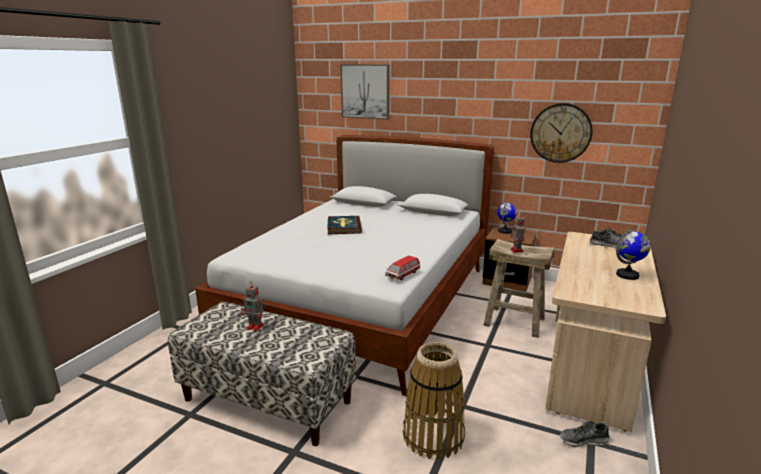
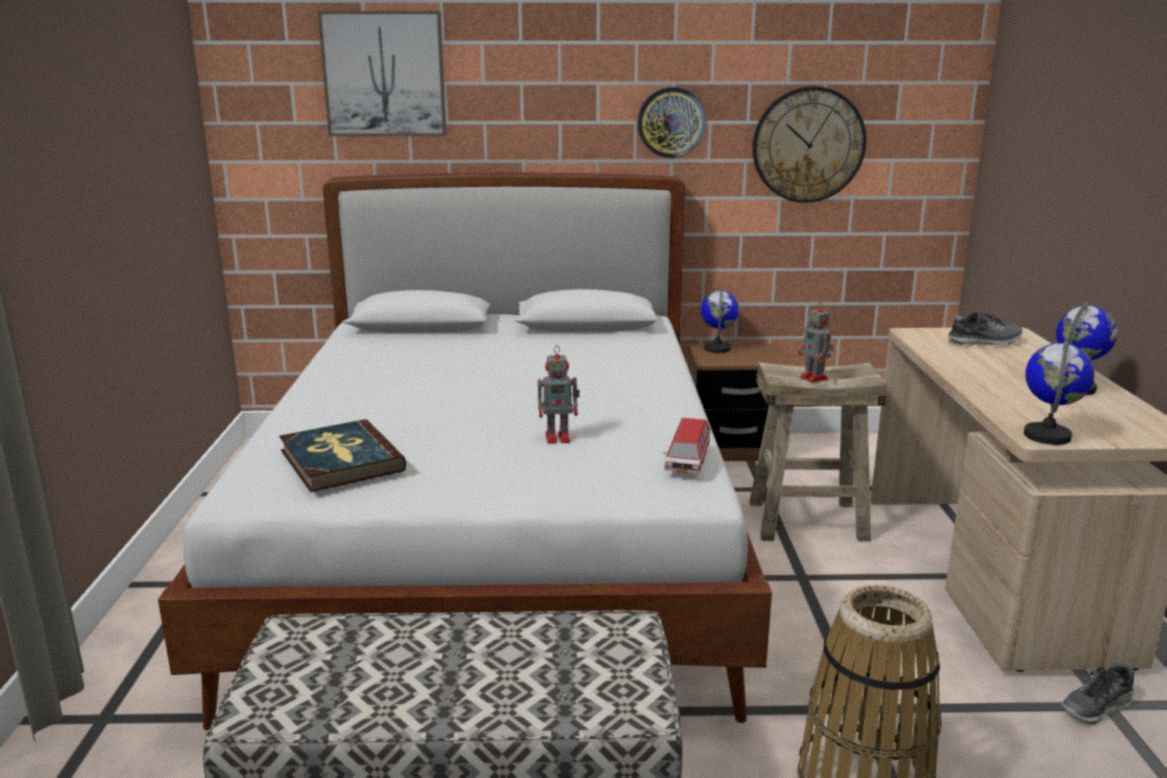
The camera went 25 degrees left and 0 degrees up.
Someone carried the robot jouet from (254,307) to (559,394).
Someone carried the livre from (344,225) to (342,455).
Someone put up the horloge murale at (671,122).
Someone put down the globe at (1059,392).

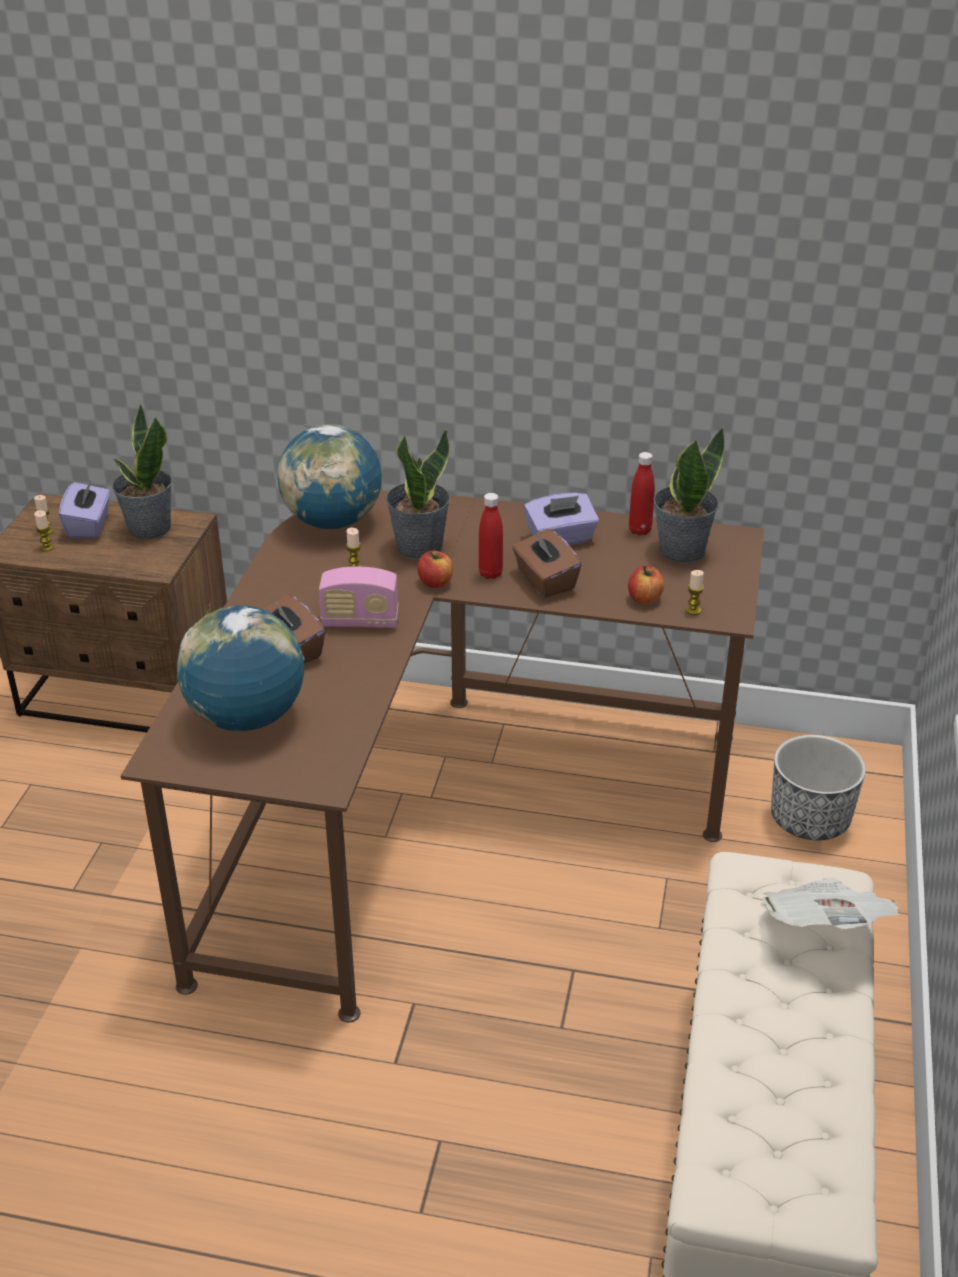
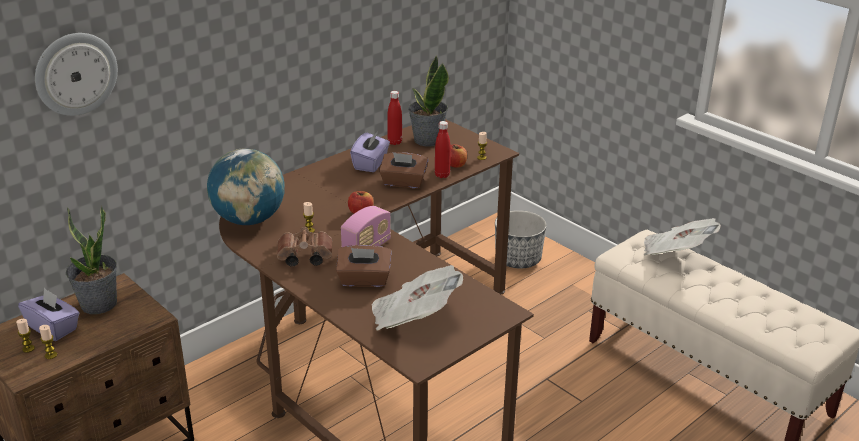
The camera went 55 degrees left and 5 degrees down.
Someone swapped the globe at (240,668) for the journal at (417,297).
Someone took away the plante en pot at (418,494).
Someone carried the bouteille [rouge] from (491,536) to (443,149).
Someone put up the horloge murale at (76,74).
Someone put down the jumelles [marron] at (305,247).

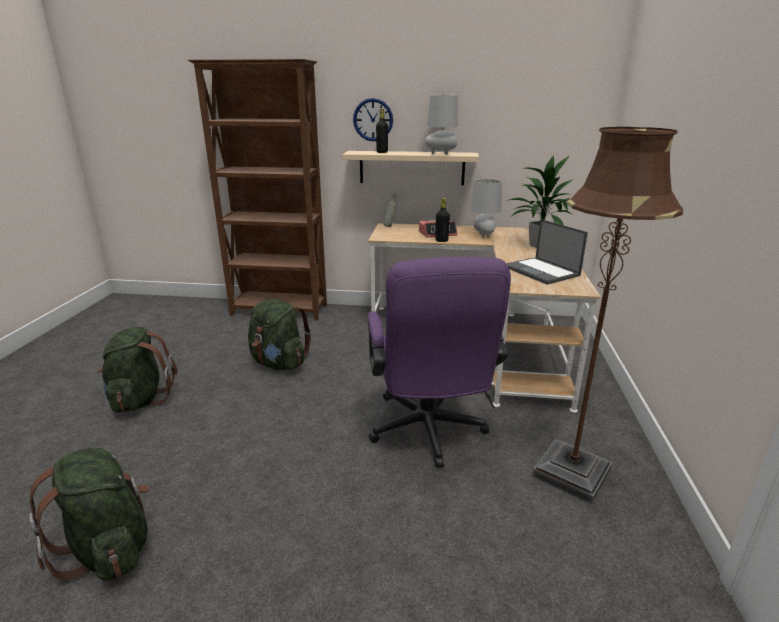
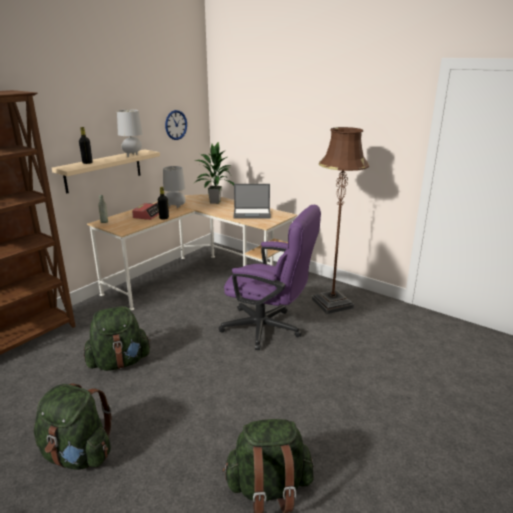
The camera went 60 degrees left and 0 degrees up.
Someone carried the horloge murale from (373,119) to (176,125).

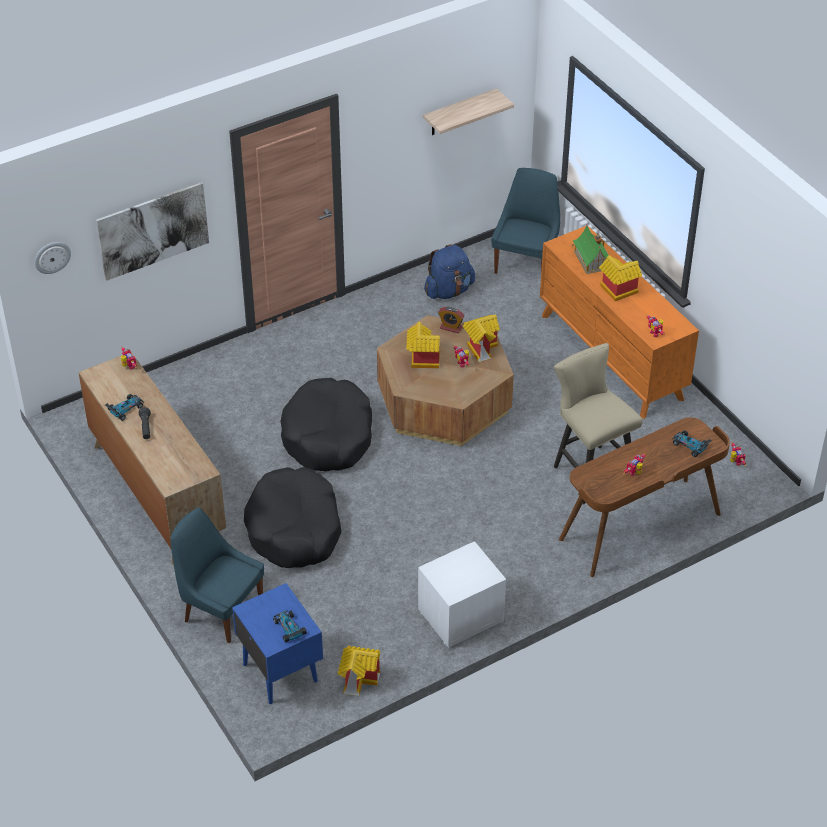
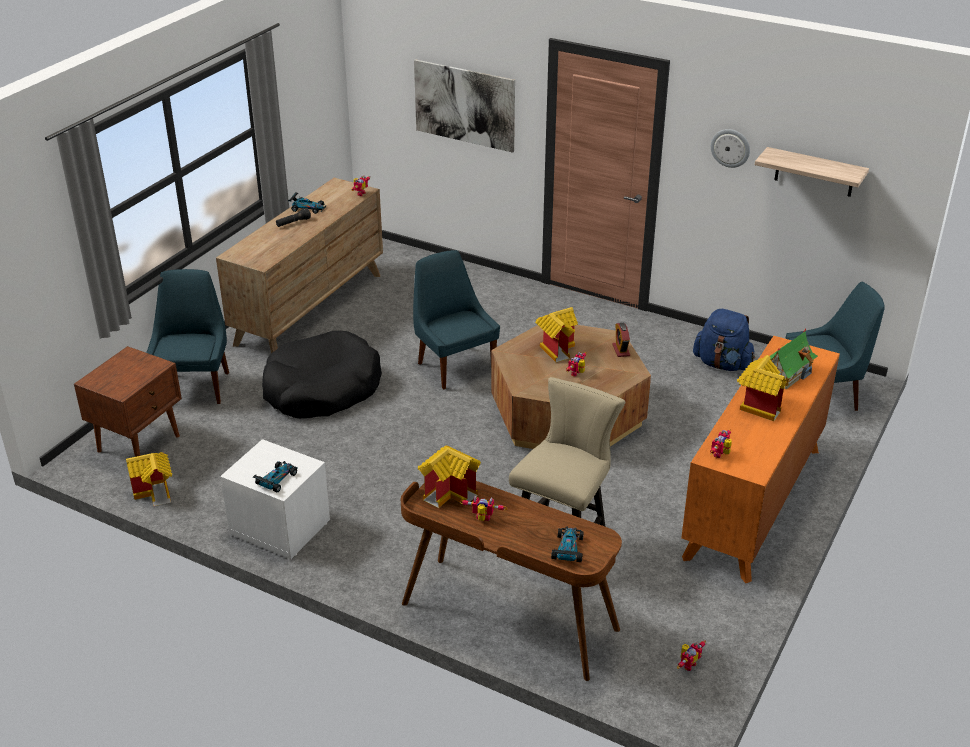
The camera went 60 degrees right and 10 degrees down.
Someone carried the horloge murale from (53,258) to (730,148).
Someone repainted the table de chevet [bleu] at (277,643), which became the table de chevet [marron] at (128,401).
Someone carried the petite voiture from (290,626) to (275,477).
Someone swapped the panier pour chien [noir] at (326,425) for the chaise [bleu] at (456,320).
Someone carried the maison miniature from (481,338) to (449,477).

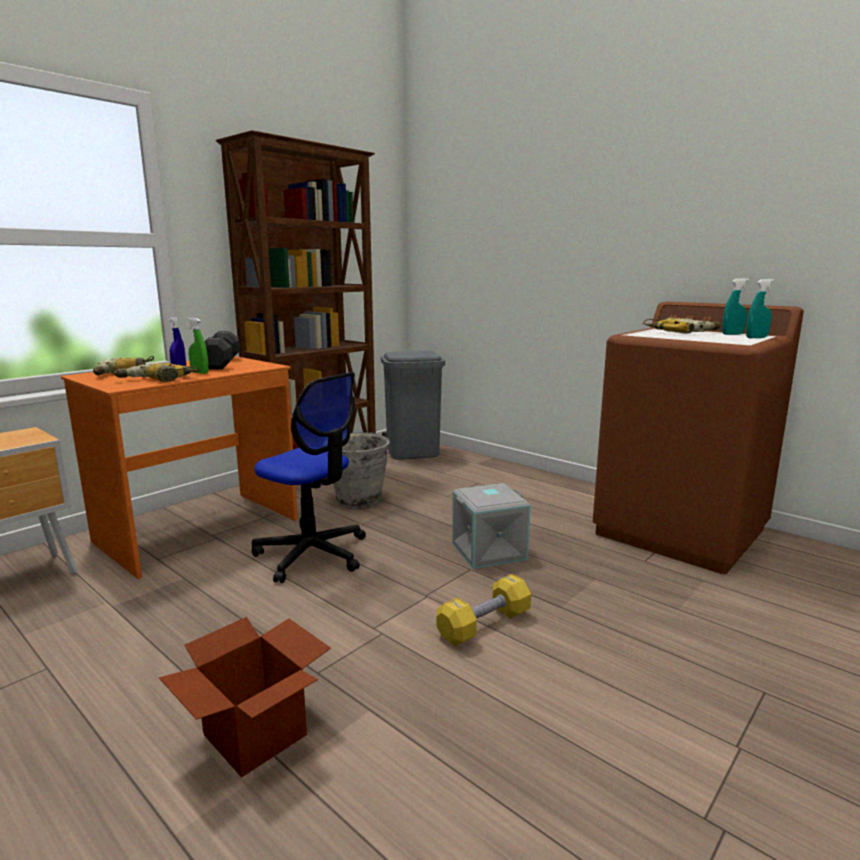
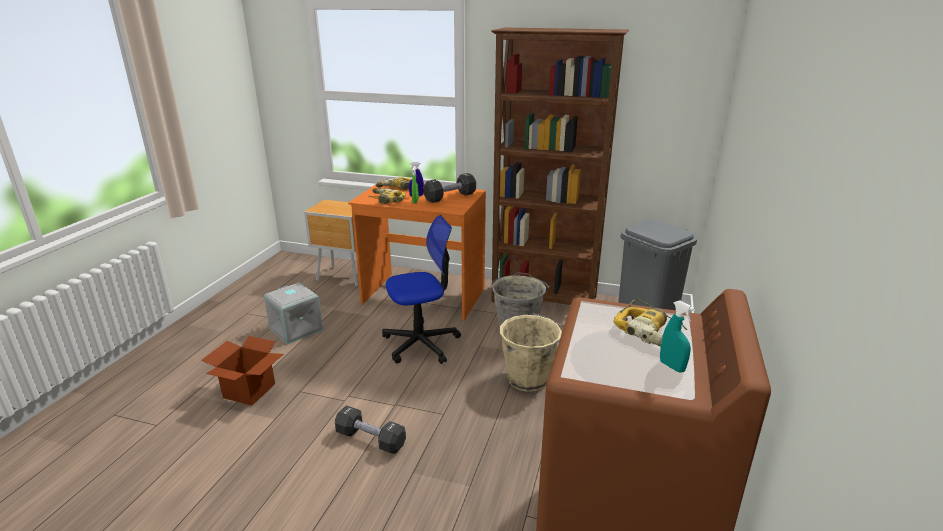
The camera went 65 degrees right and 10 degrees up.
Someone rotated the chaise de bureau at (309,477) by 120 degrees counterclockwise.
Someone repainted the haltère [jaune] at (483,610), which became the haltère [noir] at (370,429).
Someone carried the boîte de rangement [gris] from (491,526) to (293,313).
Someone took away the vaporisateur [turquoise] at (760,308).
Someone put down the seau [beige] at (532,353).

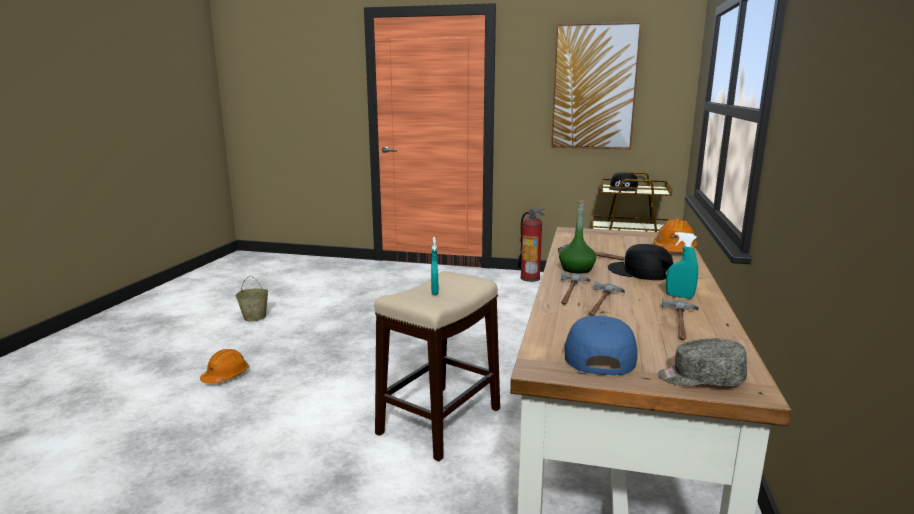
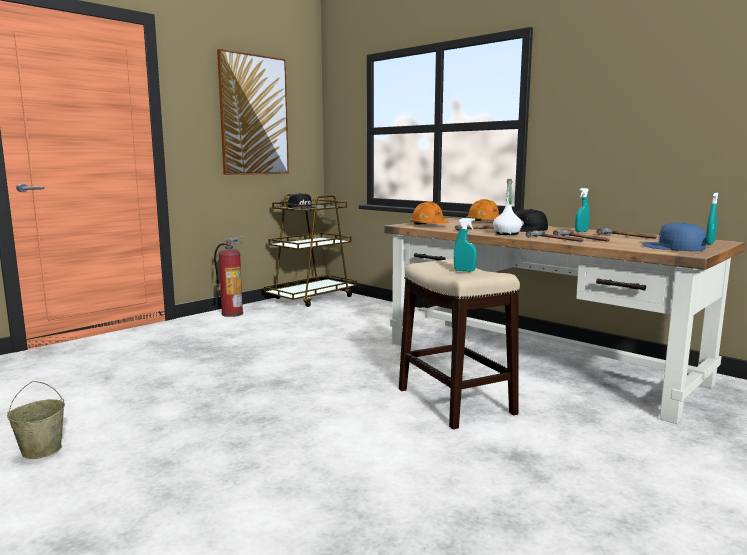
The camera went 60 degrees left and 5 degrees down.
Someone carried the casque de chantier [orange] from (224,366) to (429,213).
Someone repainted the bouteille [vert] at (577,237), which became the bouteille [blanc] at (507,207).
Someone swapped the casquette [gris] at (702,362) for the vaporisateur [turquoise] at (712,218).

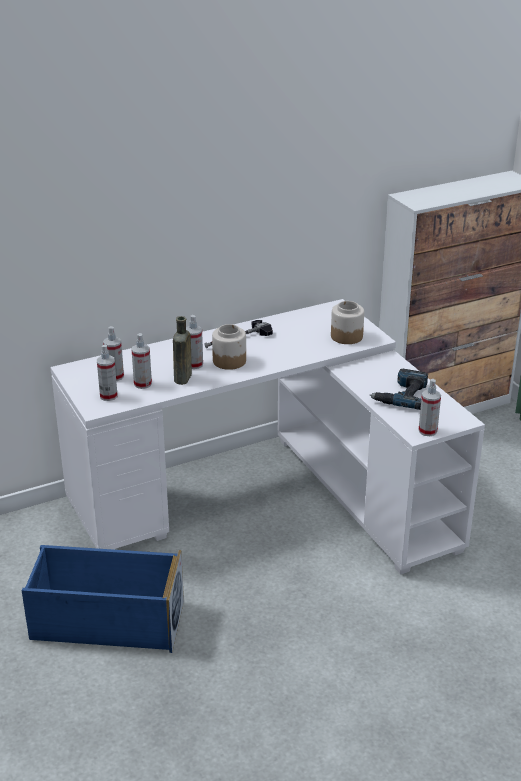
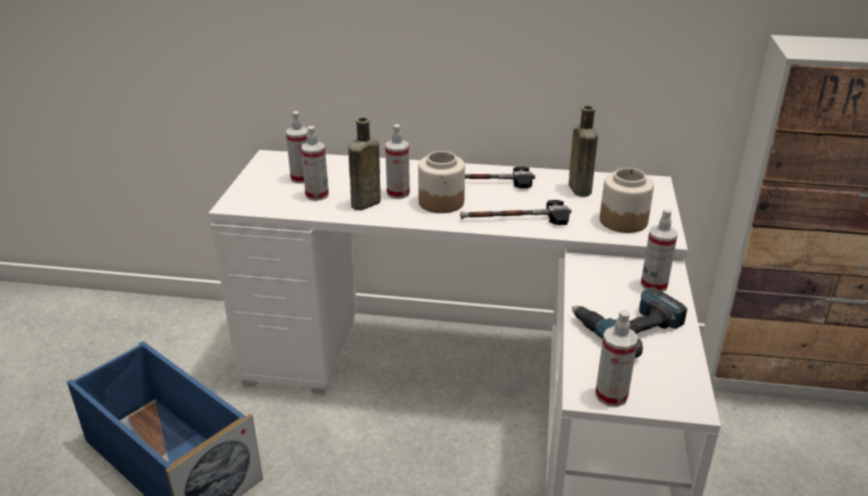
The camera went 35 degrees right and 0 degrees up.
Someone carried the vaporisateur from (107,373) to (659,250).
Someone put down the marteau at (515,212).
Someone put down the bouteille [marron] at (583,151).

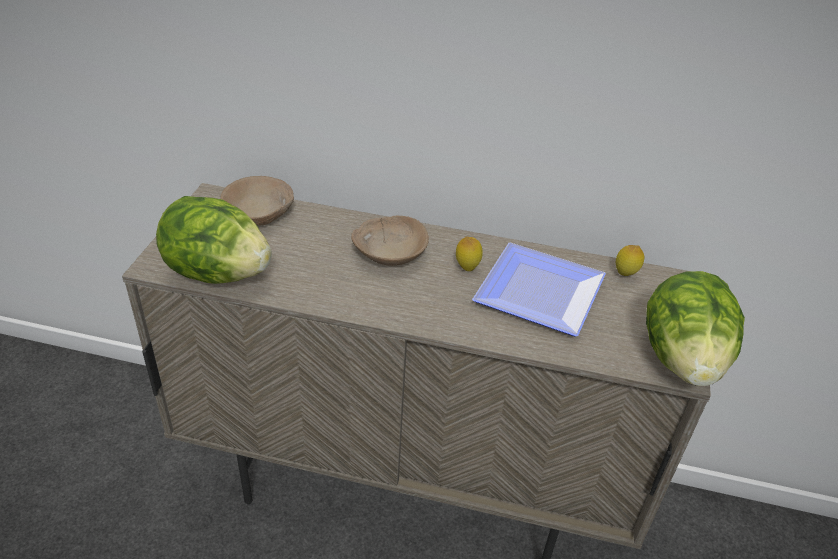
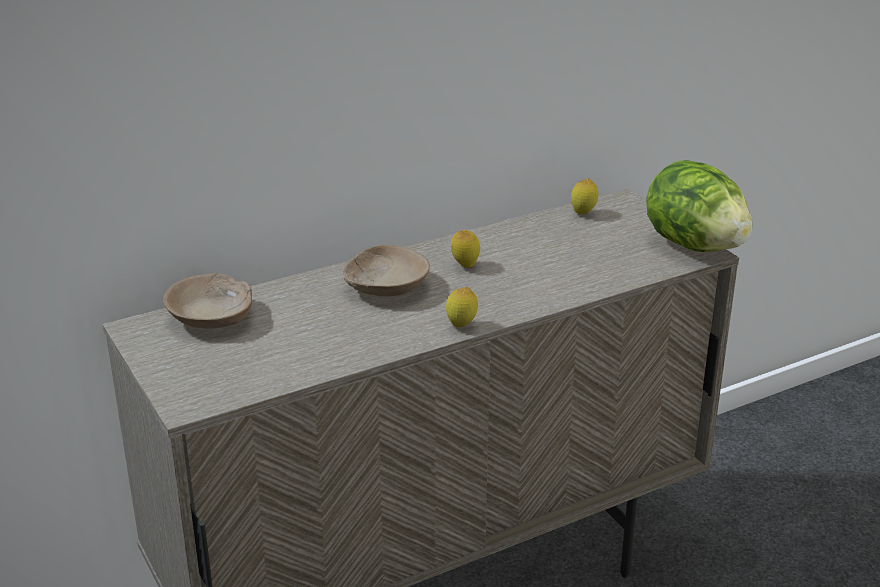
The camera went 40 degrees left and 10 degrees down.
Someone took away the laitue at (214,240).
Someone took away the assiette at (539,289).
Someone put down the citron at (462,307).

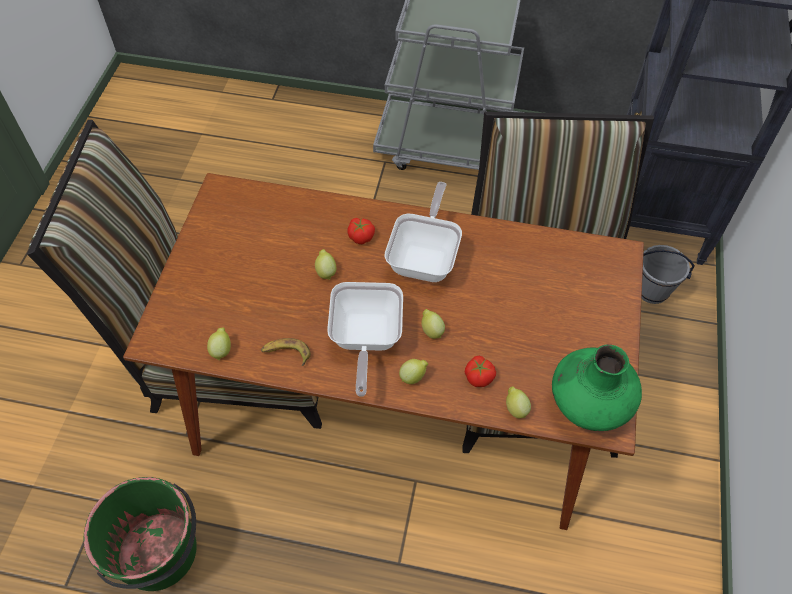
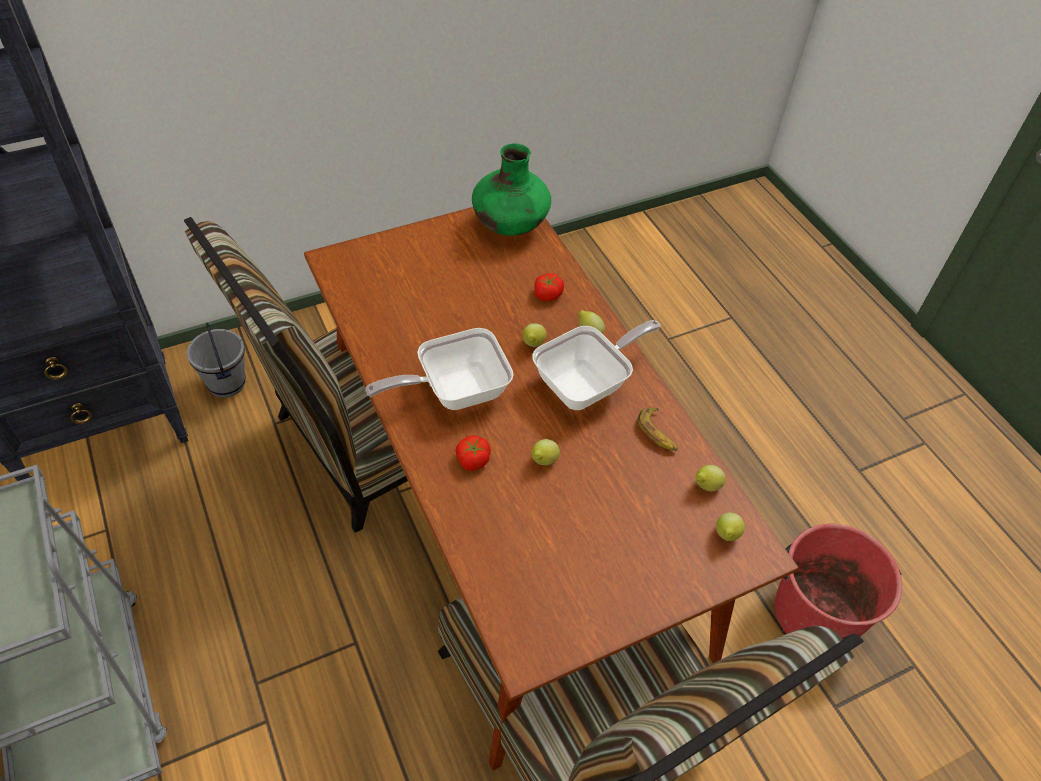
The camera went 130 degrees left and 5 degrees down.
Someone repainted the seau [vert] at (140,534), which became the seau [rouge] at (838,581).
Someone carried the citron from (518,402) to (730,527).

